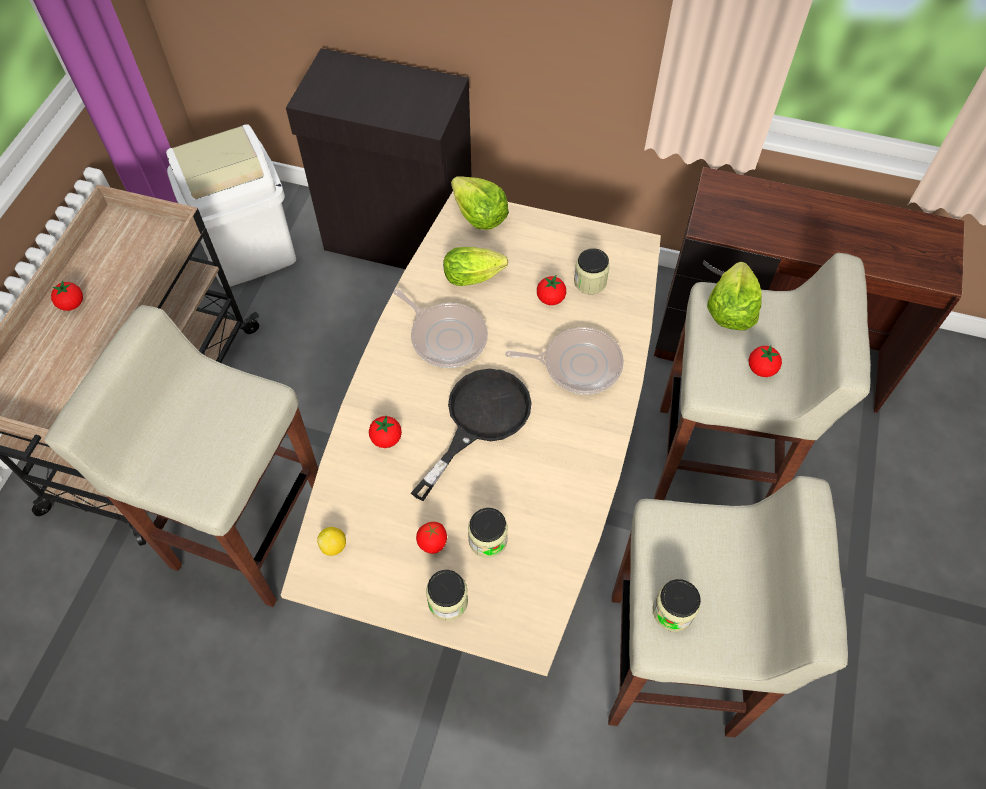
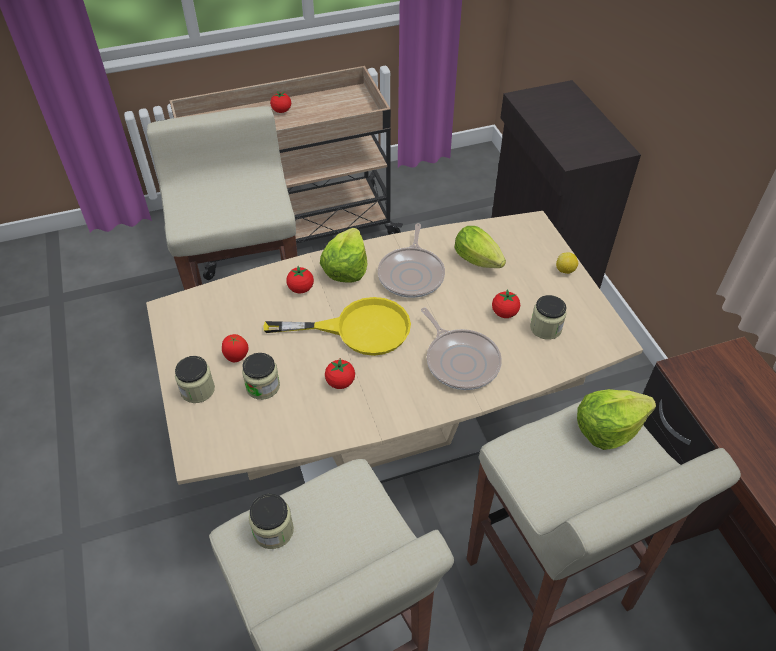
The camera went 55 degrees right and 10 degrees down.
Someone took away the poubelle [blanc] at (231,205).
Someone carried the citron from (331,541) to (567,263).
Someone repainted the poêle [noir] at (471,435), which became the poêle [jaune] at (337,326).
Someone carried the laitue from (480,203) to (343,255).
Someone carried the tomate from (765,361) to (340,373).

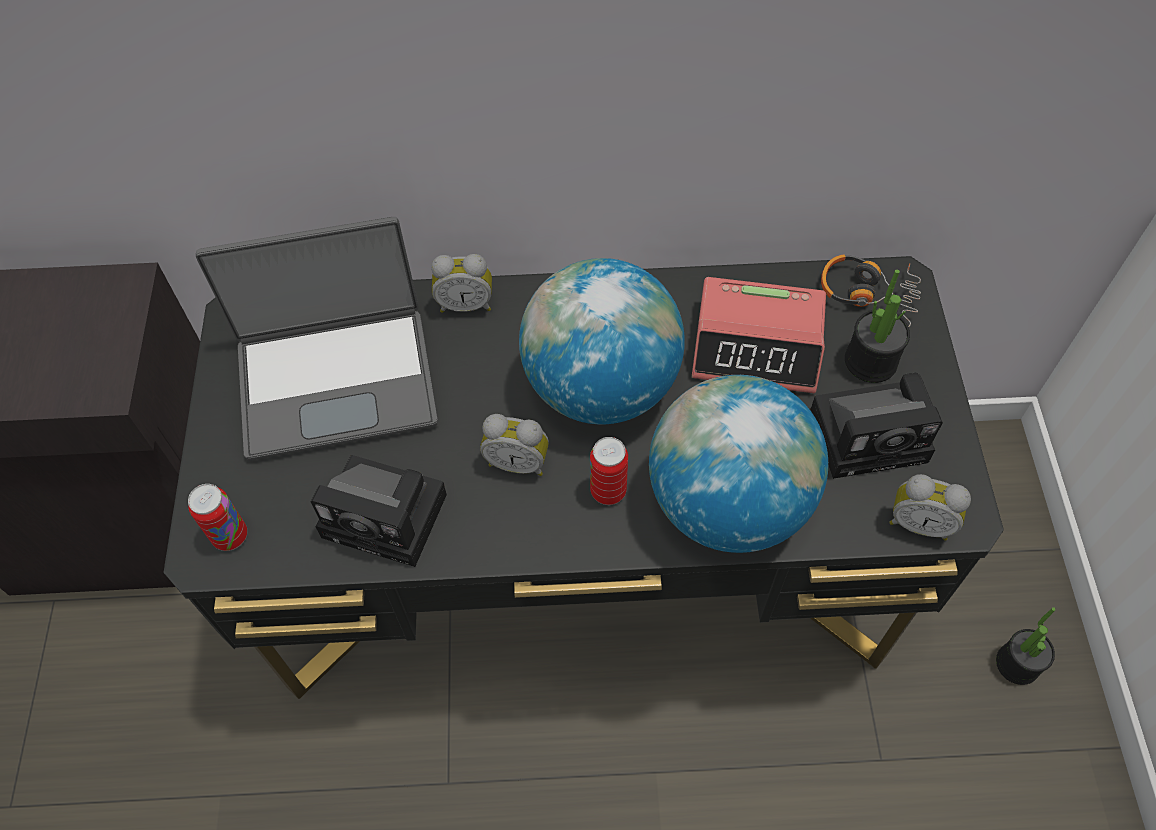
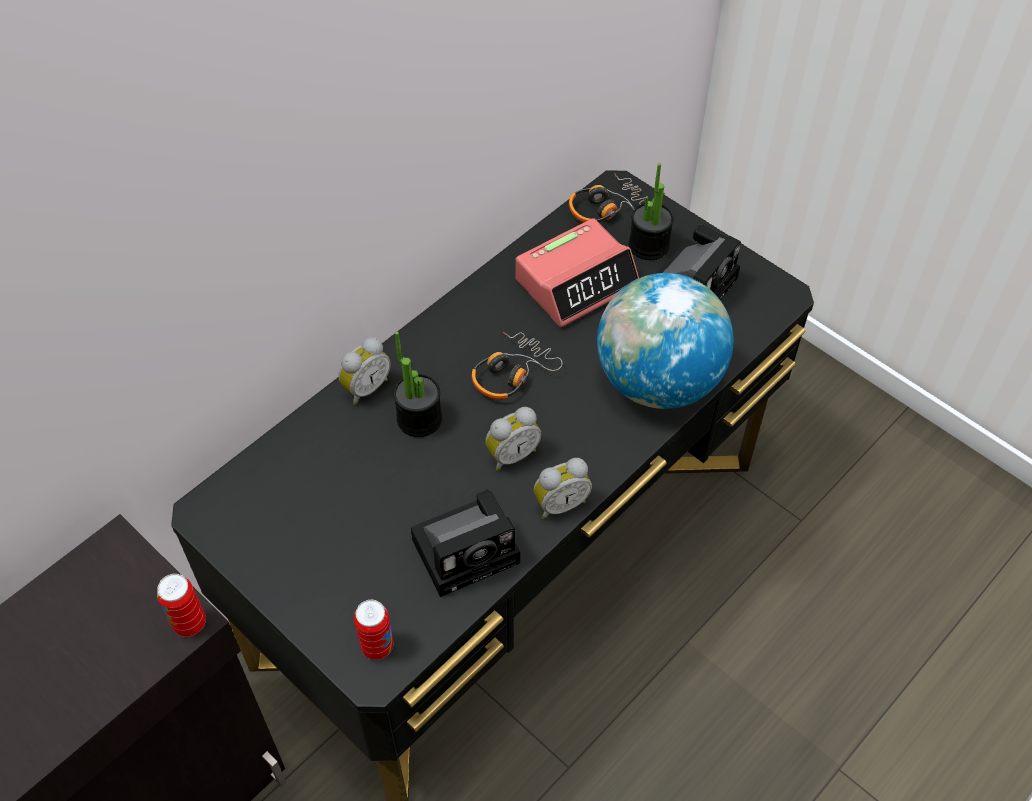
The camera went 45 degrees left and 5 degrees down.
Someone took away the ordinateur portable at (317,339).
Someone swapped the globe at (602,341) for the casque audio at (516,366).
Someone carried the boîte métallique from (609,471) to (181,605).
Someone carried the réveil from (930,507) to (563,488).
Someone carried the plante en pot from (1026,646) to (417,384).

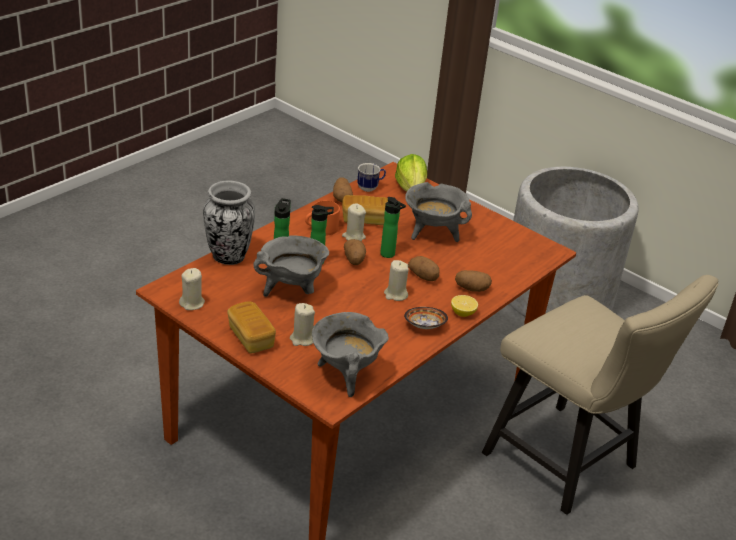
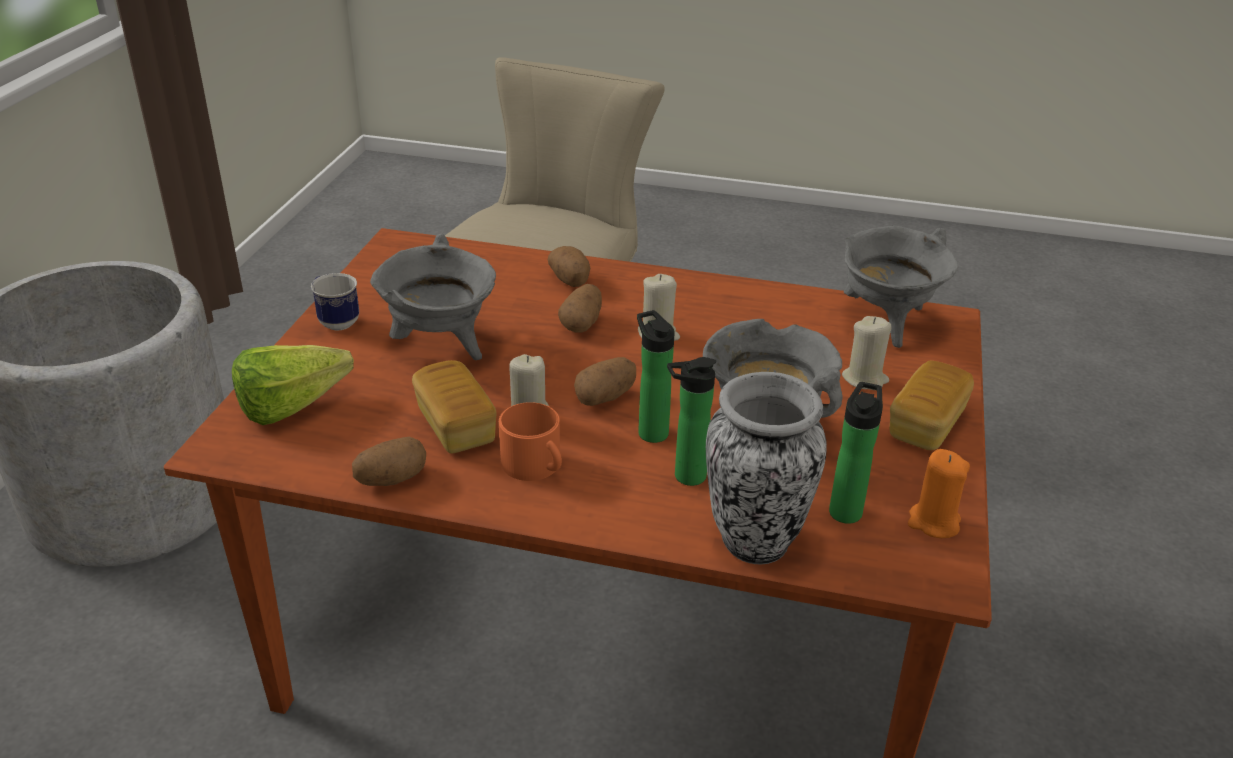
The camera went 115 degrees left and 0 degrees up.
Someone repainted the bougie [beige] at (192,289), which became the bougie [orange] at (939,493).
Someone carried the mug from (371,177) to (335,301).
Someone carried the bouteille from (393,227) to (856,453).
Someone took away the bol at (426,318).
Someone took away the citron at (464,306).

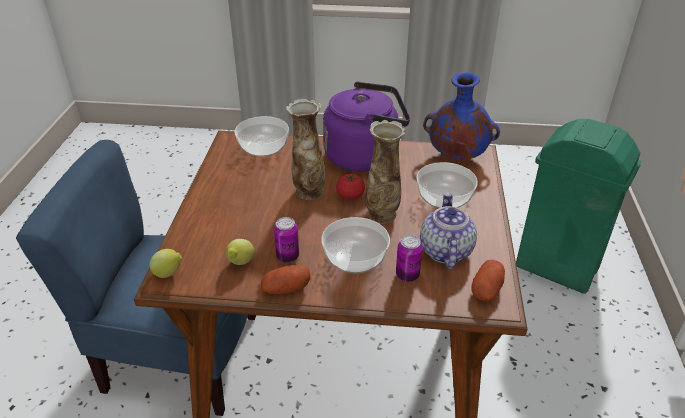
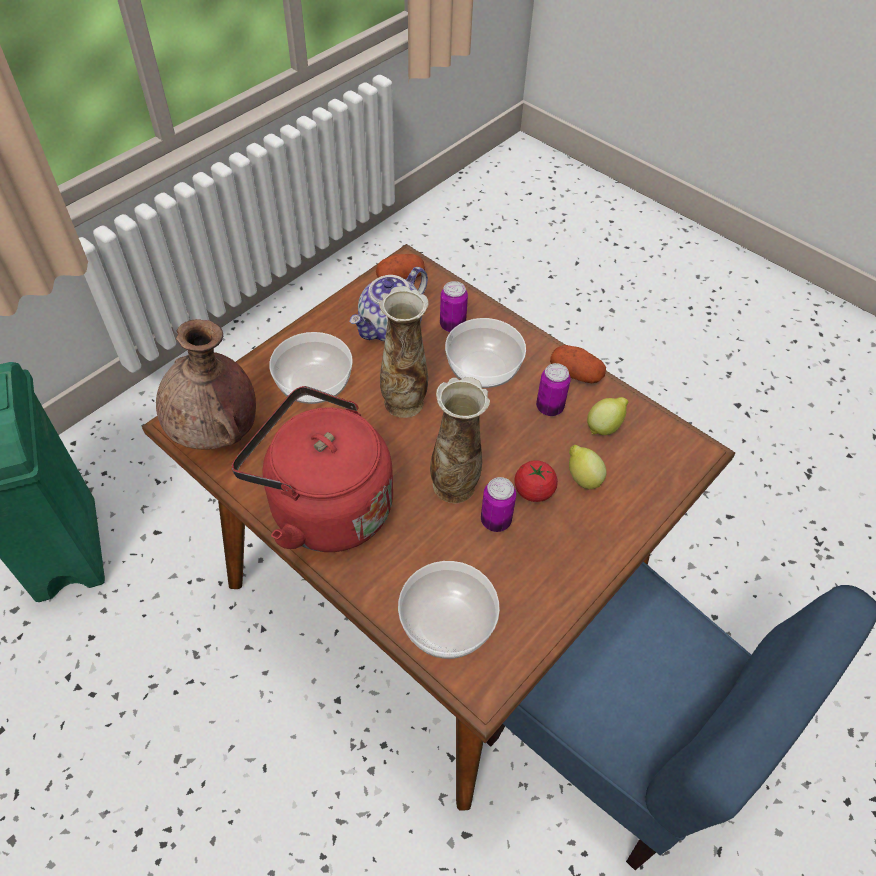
The camera went 145 degrees left and 15 degrees up.
Someone carried the citron from (166,263) to (588,467).
Someone repainted the bouilloire [violet] at (366,127), which became the bouilloire [rouge] at (312,469).
Someone carried the tomate from (350,187) to (536,481).
Someone repainted the vase [bleu] at (461,115), which became the vase [marron] at (206,384).
Someone put down the boîte métallique at (498,504).

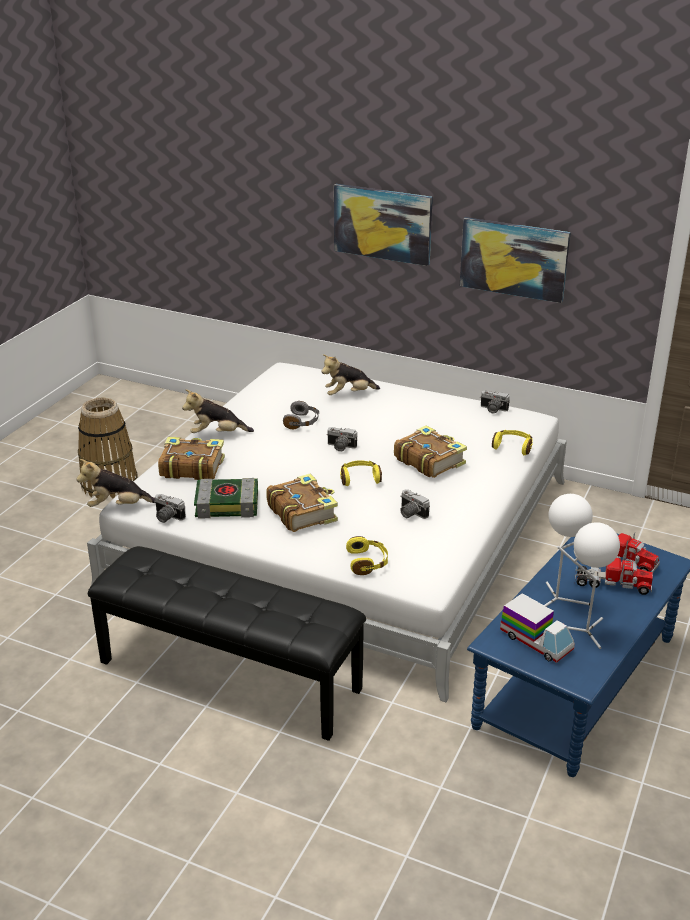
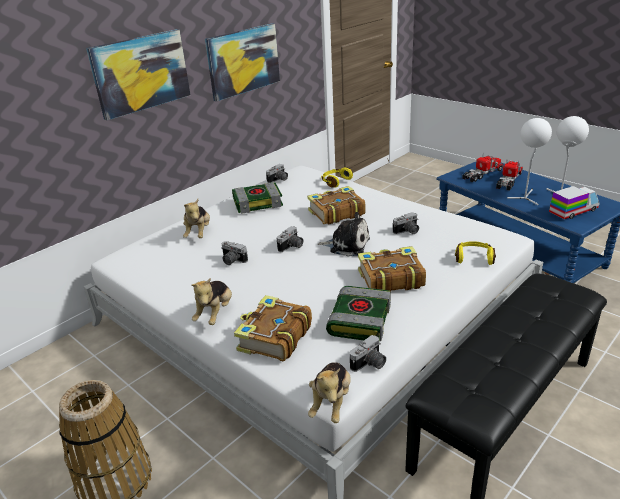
The camera went 70 degrees left and 0 degrees up.
Someone swapped the casque audio [gris] at (301,415) for the appareil photo at (234,253).
Someone swapped the casque audio [jaune] at (361,473) for the peluche at (343,234).
Someone put down the livre at (257,198).

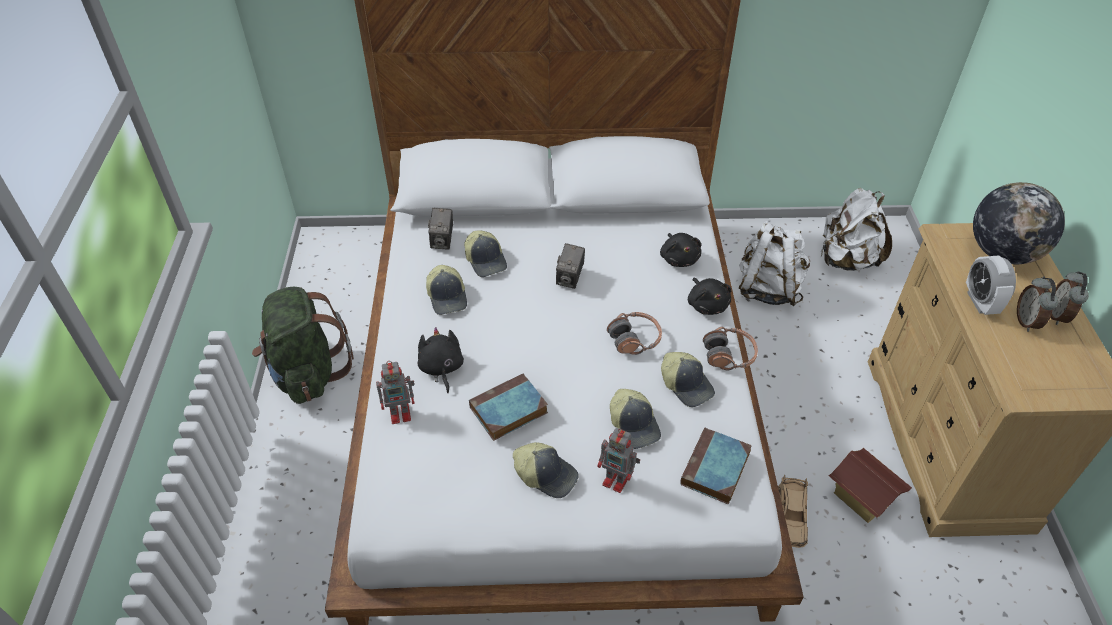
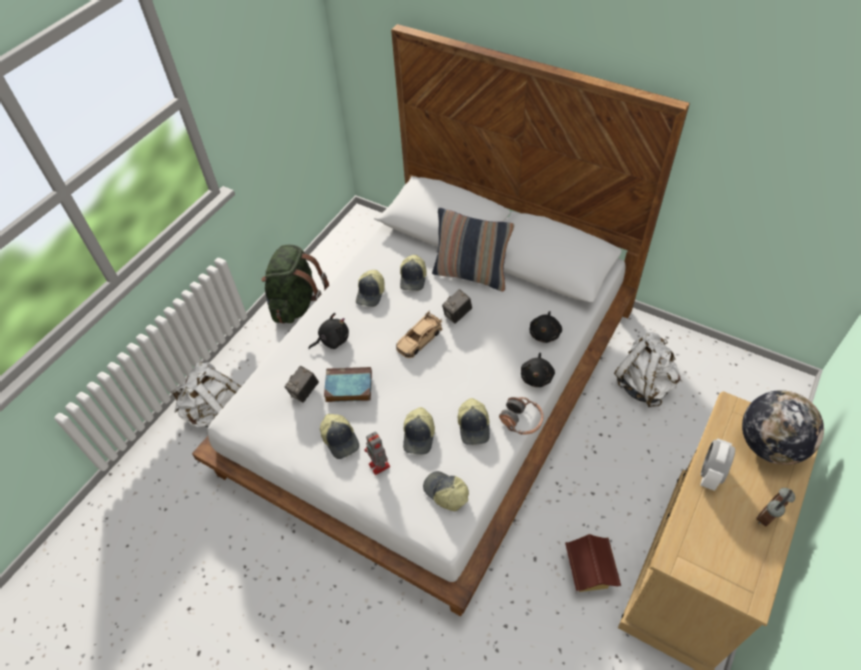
The camera went 35 degrees right and 5 degrees up.
Someone took away the robot jouet at (395,392).
Someone rotated the peluche [noir] at (441,360) by 45 degrees clockwise.
Someone carried the appareil photo from (440,229) to (302,384).
Someone took away the casque audio at (634,333).
Someone swapped the livre at (716,466) for the casquette at (446,491).
Someone carried the petite voiture [beige] from (793,511) to (419,334).
Someone carried the sac à dos [blanc] from (856,229) to (206,394).
Someone took away the réveil at (1037,304).
Someone put down the coussin at (473,249).

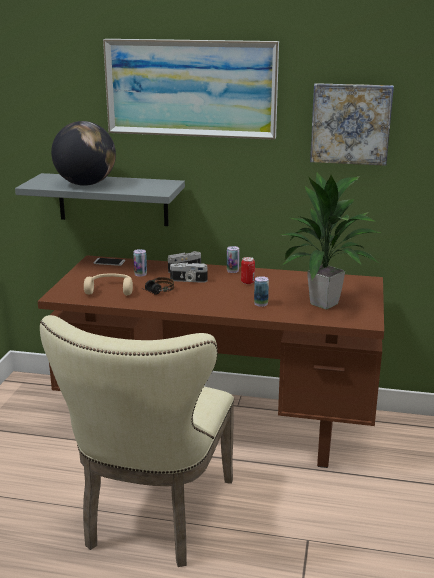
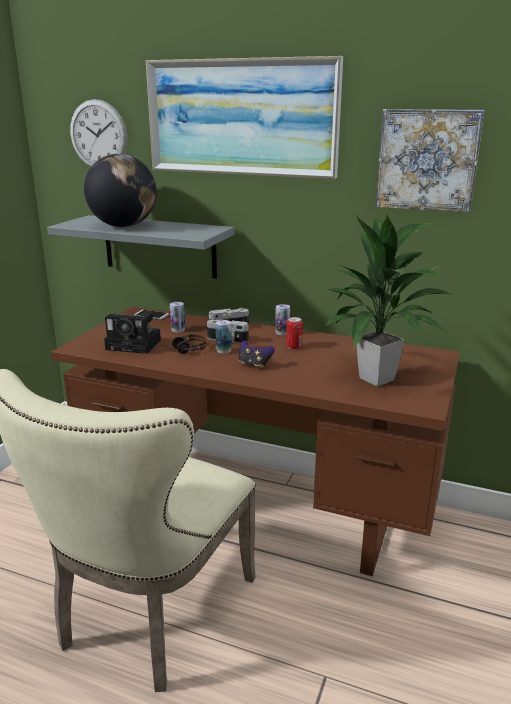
The camera went 10 degrees right and 0 degrees up.
Someone swapped the casque audio [beige] at (108,284) for the appareil photo at (132,333).
Someone carried the boîte métallique from (261,291) to (224,337).
Someone put up the horloge murale at (98,133).
Someone put down the manette at (257,355).

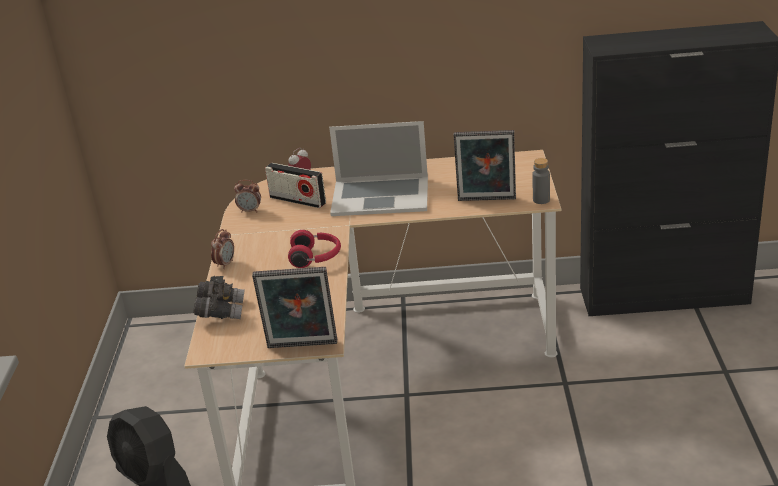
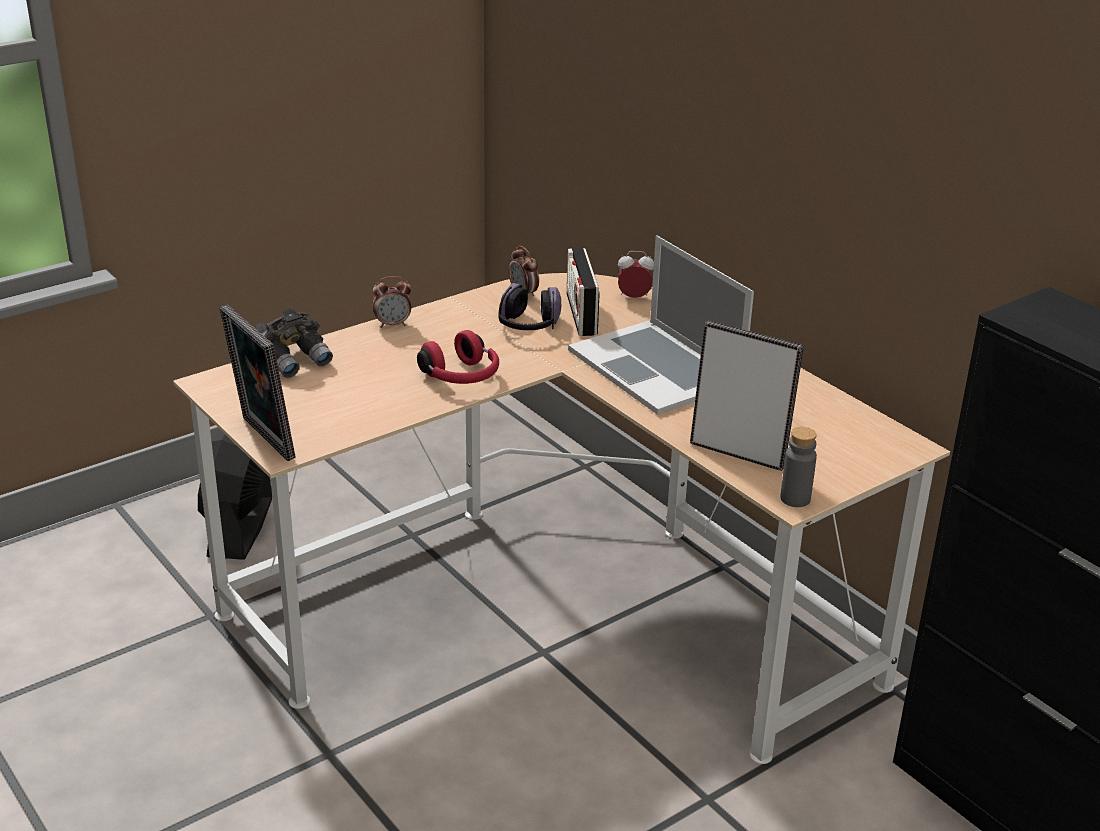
The camera went 50 degrees right and 0 degrees up.
Someone rotated the cadre photo at (485,165) by 150 degrees clockwise.
Someone put down the casque audio at (529,306).

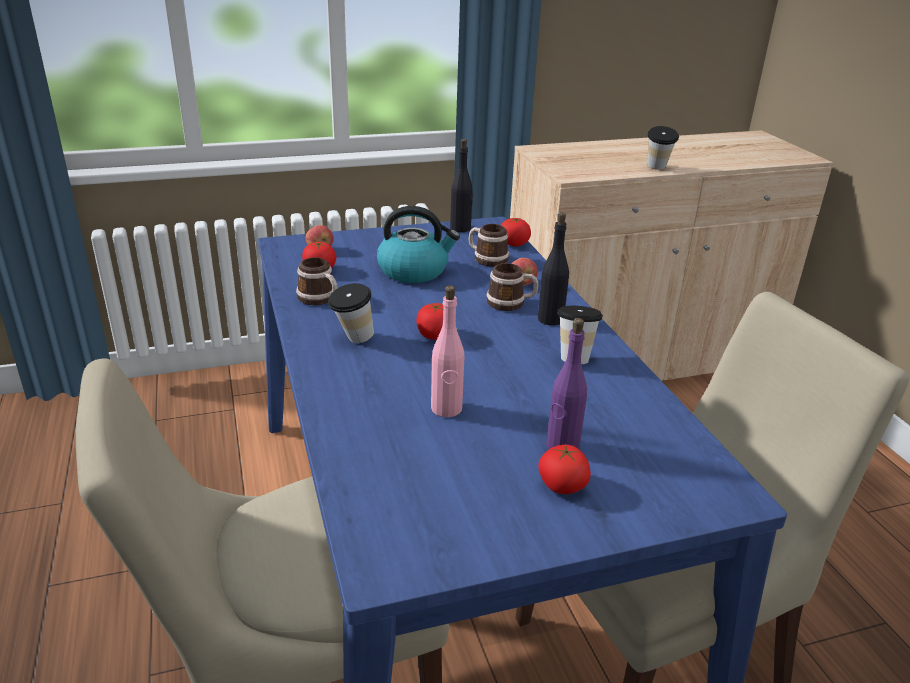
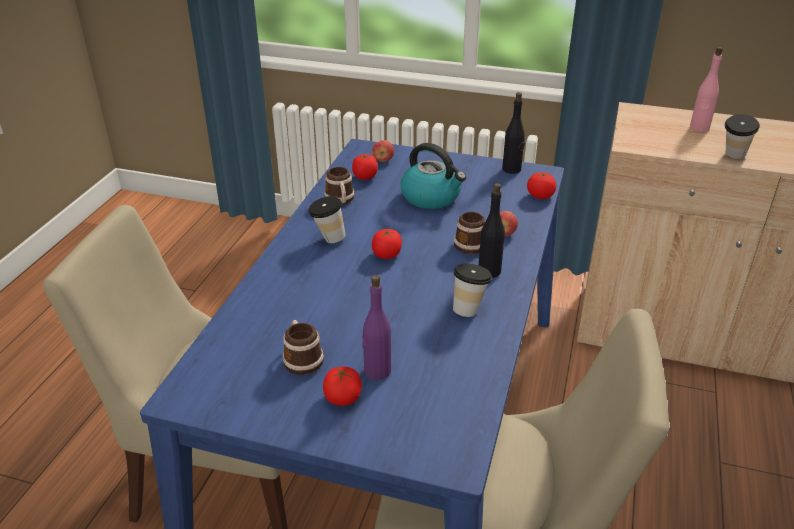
The camera went 35 degrees right and 5 degrees up.
Someone carried the bouteille [rose] from (447,351) to (706,89).
Someone carried the mug from (488,245) to (303,347).

